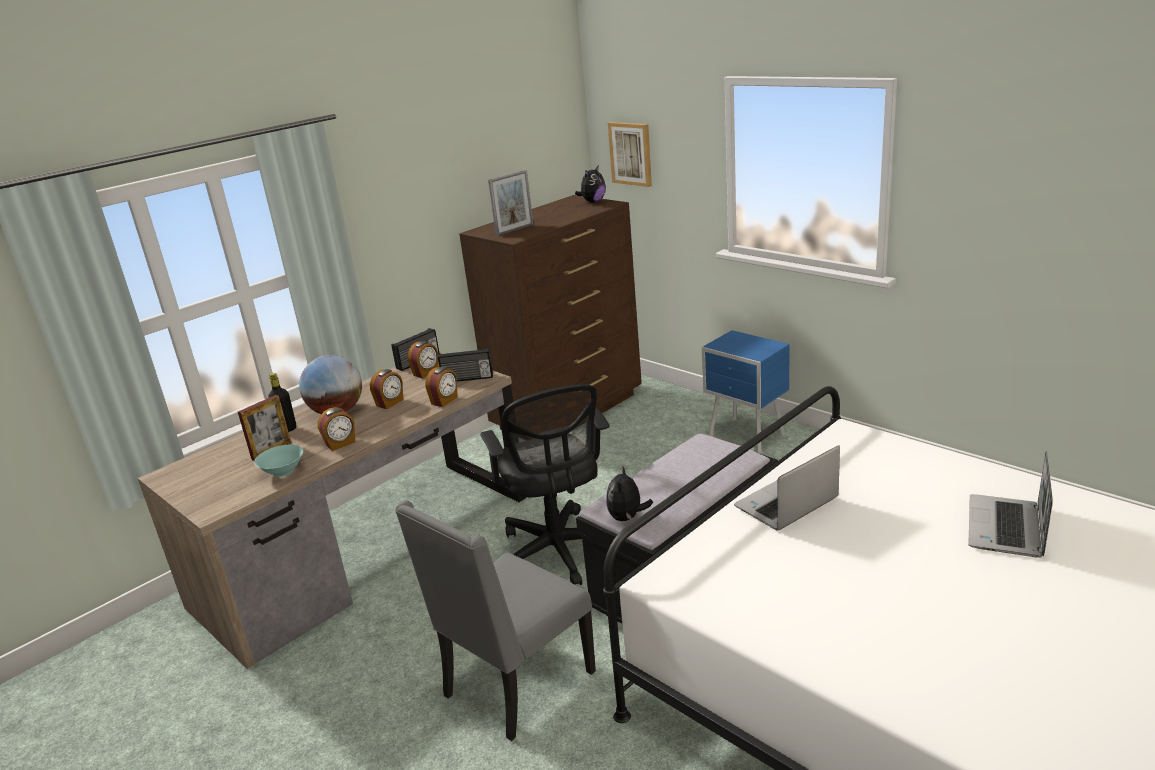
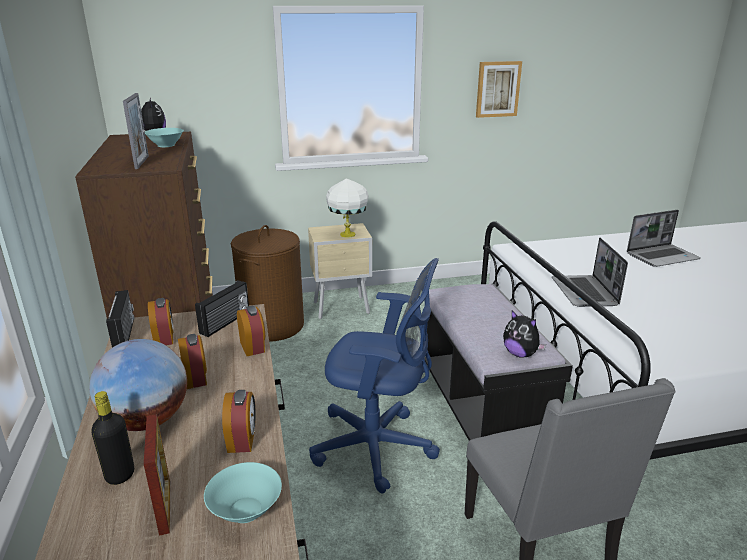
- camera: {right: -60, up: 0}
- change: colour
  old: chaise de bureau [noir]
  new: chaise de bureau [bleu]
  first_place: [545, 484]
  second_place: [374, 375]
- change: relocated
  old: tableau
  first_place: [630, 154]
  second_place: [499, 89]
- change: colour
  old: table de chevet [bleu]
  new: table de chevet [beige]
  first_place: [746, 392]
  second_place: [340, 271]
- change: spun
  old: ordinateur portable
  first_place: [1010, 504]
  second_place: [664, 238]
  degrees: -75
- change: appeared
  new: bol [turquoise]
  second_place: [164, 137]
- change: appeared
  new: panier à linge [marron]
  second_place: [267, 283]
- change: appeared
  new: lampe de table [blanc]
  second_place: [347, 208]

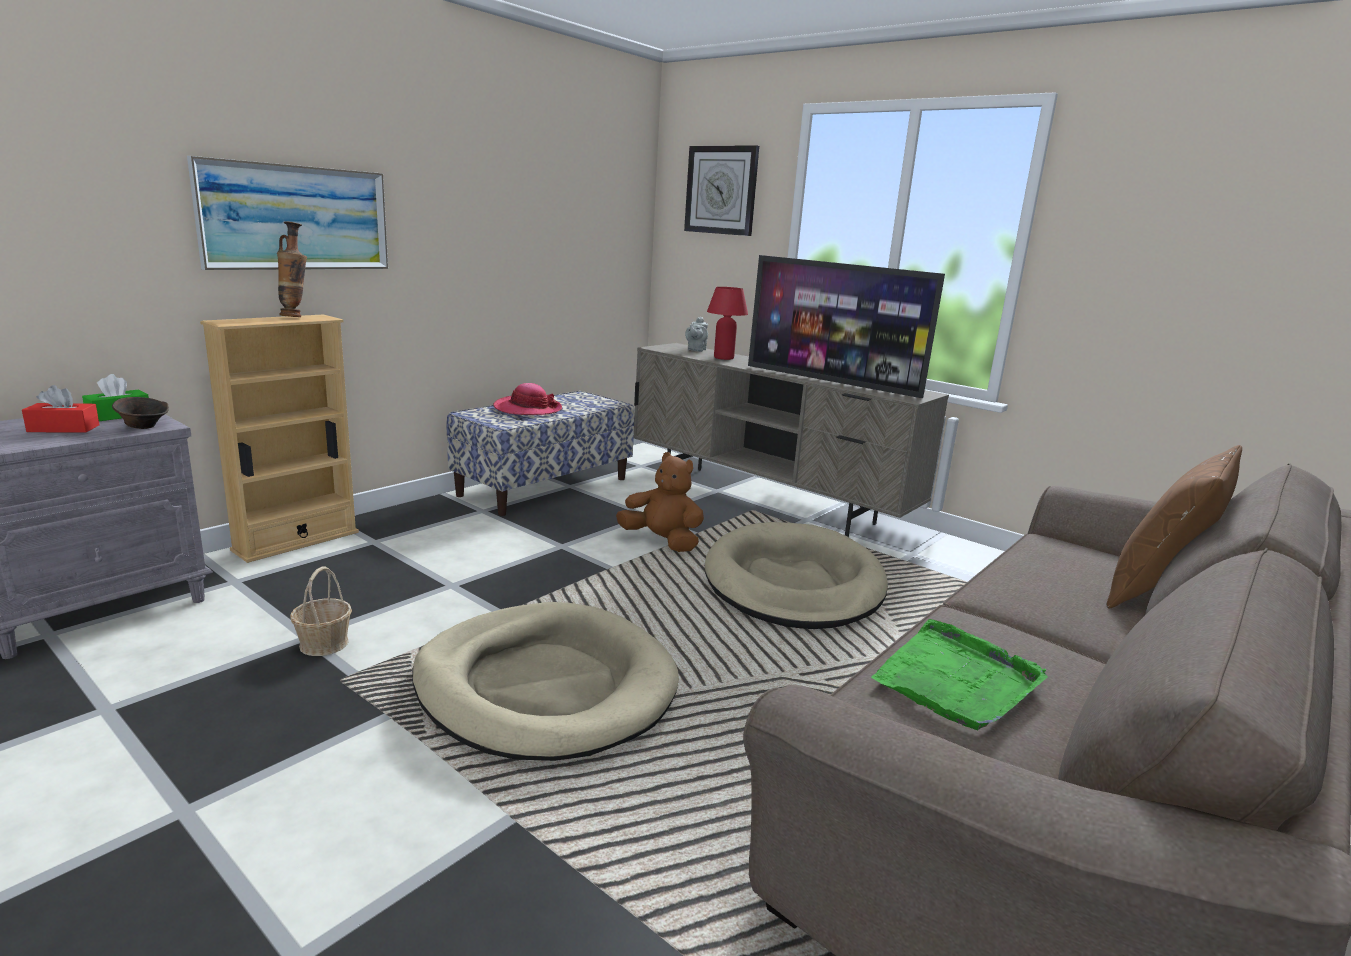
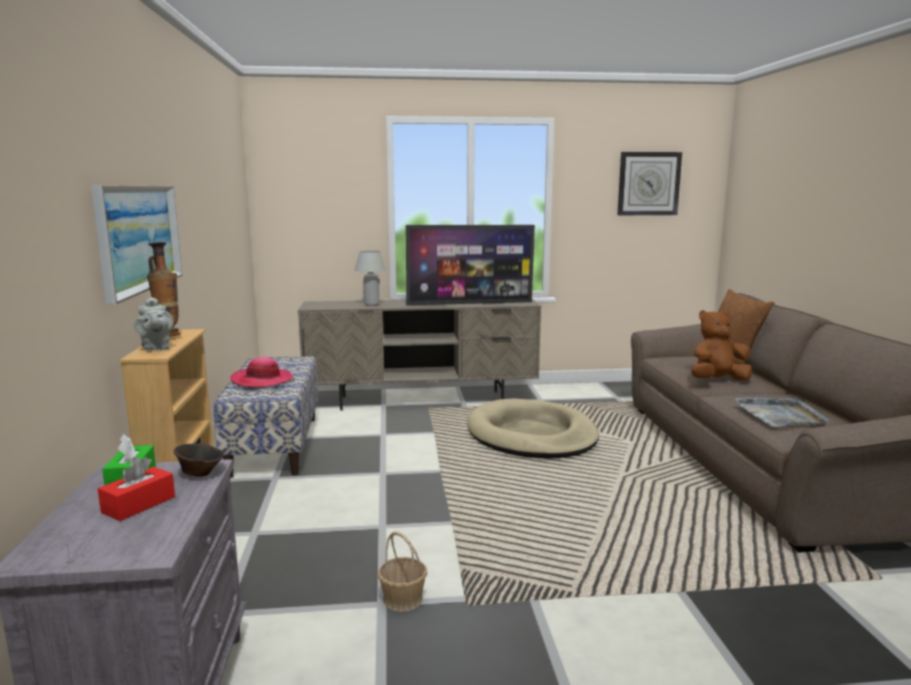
- camera: {right: -45, up: -5}
- change: missing
  old: panier pour chien [beige]
  first_place: [546, 681]
- change: relocated
  old: peluche [marron]
  first_place: [660, 502]
  second_place: [721, 345]
- change: relocated
  old: horloge murale
  first_place: [721, 190]
  second_place: [650, 183]
- change: relocated
  old: théière [gris]
  first_place: [696, 334]
  second_place: [153, 323]
- change: colour
  old: lampe de table [rouge]
  new: lampe de table [blanc]
  first_place: [727, 323]
  second_place: [370, 278]
- change: colour
  old: plateau [vert]
  new: plateau [gris]
  first_place: [959, 675]
  second_place: [782, 412]

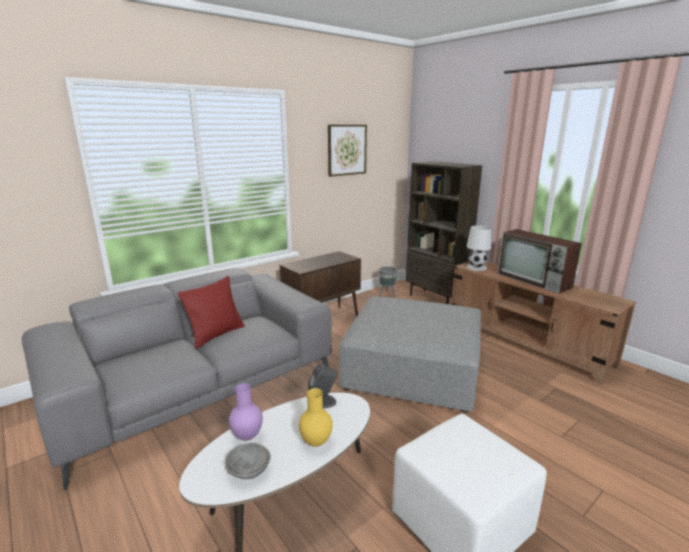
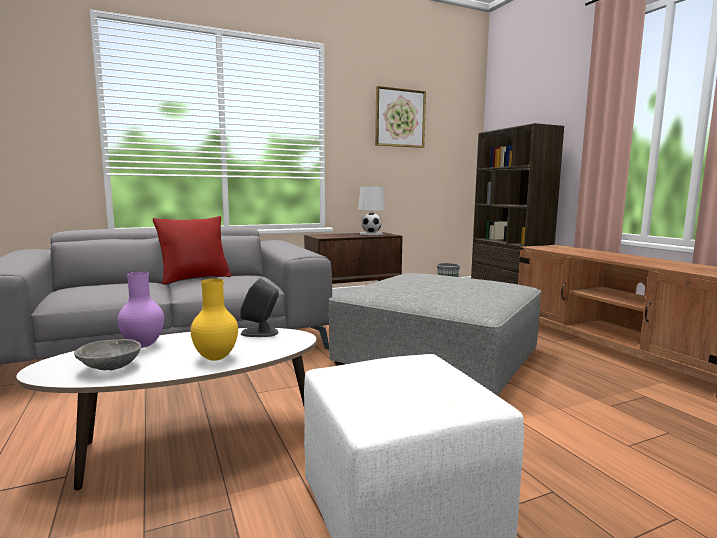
- camera: {right: 15, up: -10}
- change: relocated
  old: lampe de table [blanc]
  first_place: [478, 248]
  second_place: [371, 211]
- change: missing
  old: téléviseur
  first_place: [539, 261]

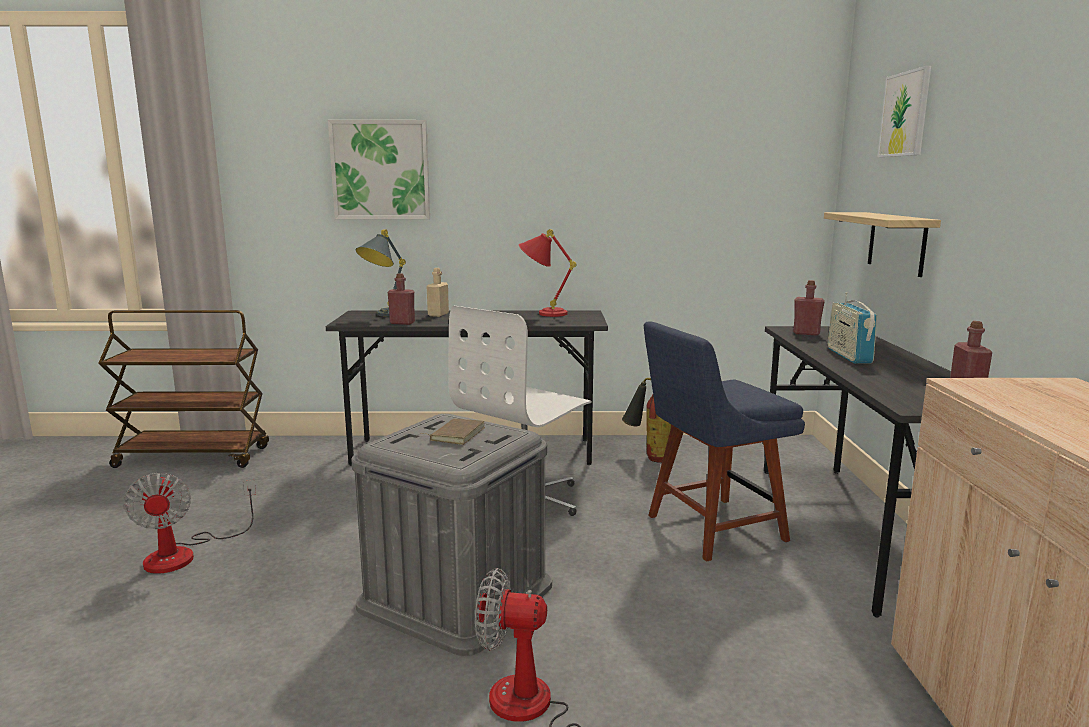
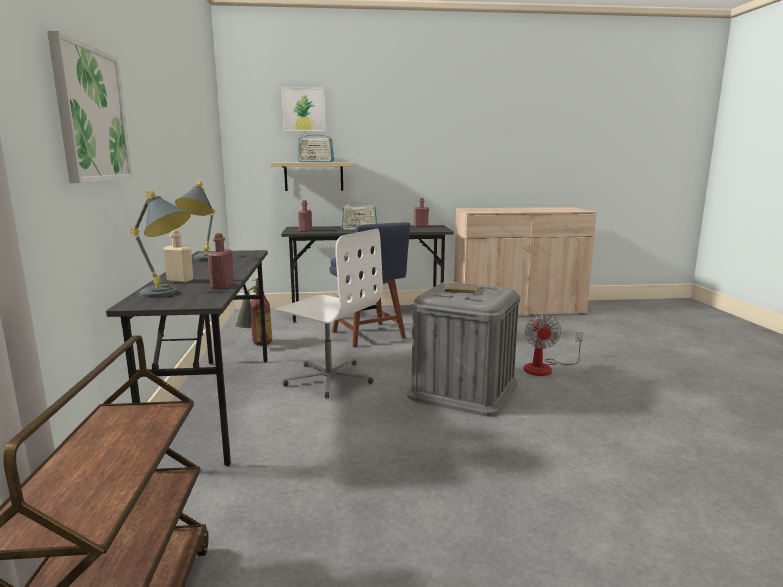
- camera: {right: -95, up: 0}
- change: missing
  old: ventilateur
  first_place: [189, 523]
- change: colour
  old: lampe de table [rouge]
  new: lampe de table [gris]
  first_place: [548, 273]
  second_place: [195, 221]
- change: appeared
  new: radio
  second_place: [316, 148]

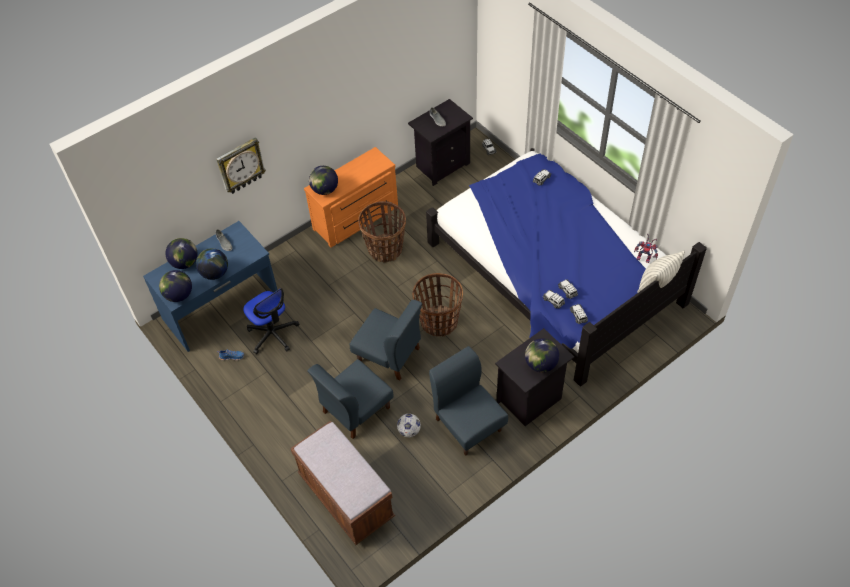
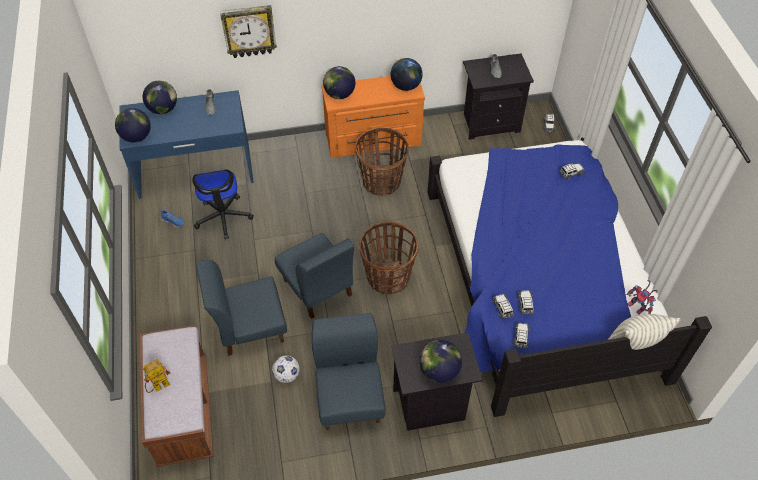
- camera: {right: 25, up: 0}
- change: relocated
  old: globe
  first_place: [212, 264]
  second_place: [407, 74]
- change: appeared
  new: robot jouet
  second_place: [157, 376]

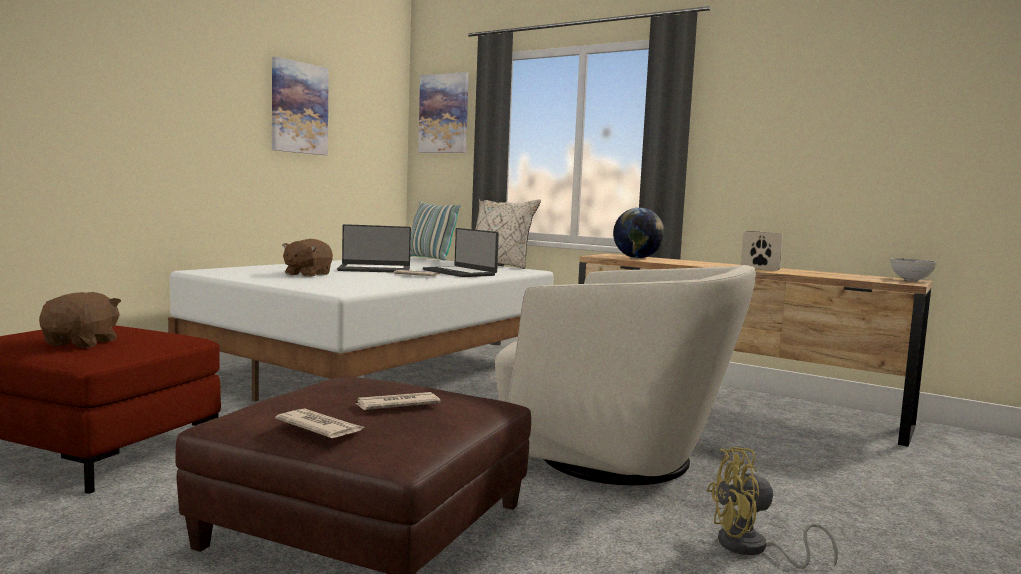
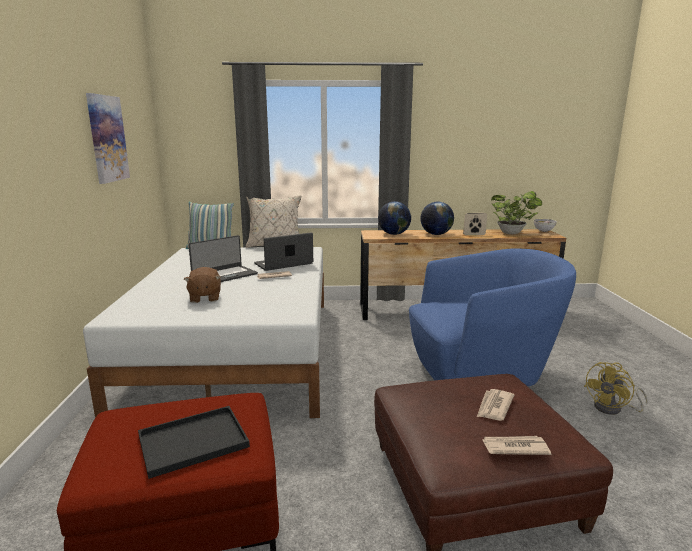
- camera: {right: -35, up: 10}
- change: exchanged
  old: peluche [marron]
  new: plateau [noir]
  first_place: [80, 320]
  second_place: [194, 442]
- change: missing
  old: tableau
  first_place: [443, 112]
- change: spun
  old: ordinateur portable
  first_place: [461, 252]
  second_place: [283, 251]
  degrees: 135
- change: colour
  old: fauteuil [beige]
  new: fauteuil [bleu]
  first_place: [625, 375]
  second_place: [492, 317]
- change: appeared
  new: globe
  second_place: [437, 218]
- change: appeared
  new: plante en pot
  second_place: [516, 212]

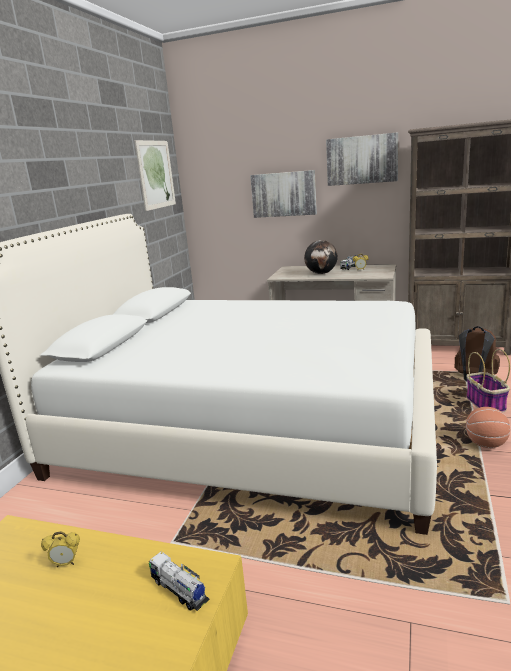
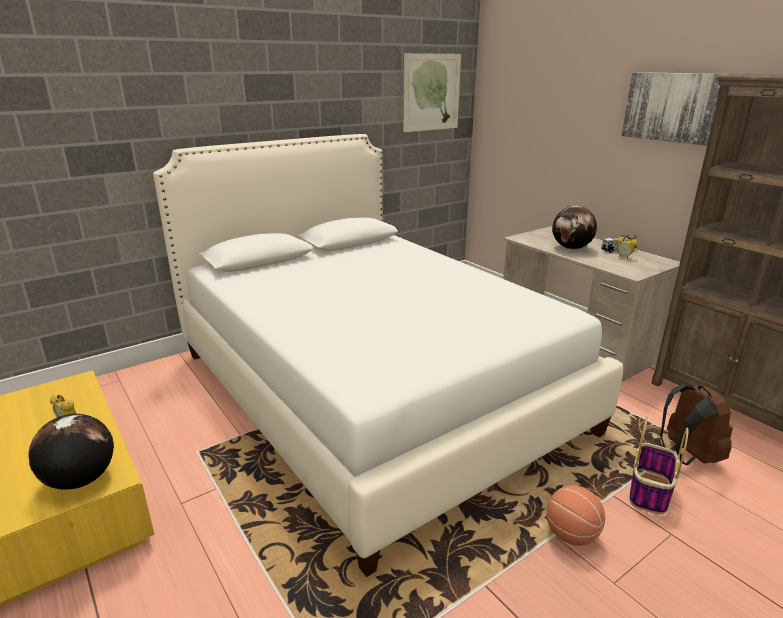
- camera: {right: 35, up: 5}
- change: exchanged
  old: camion jouet
  new: globe
  first_place: [179, 581]
  second_place: [71, 452]
- change: missing
  old: tableau
  first_place: [283, 194]

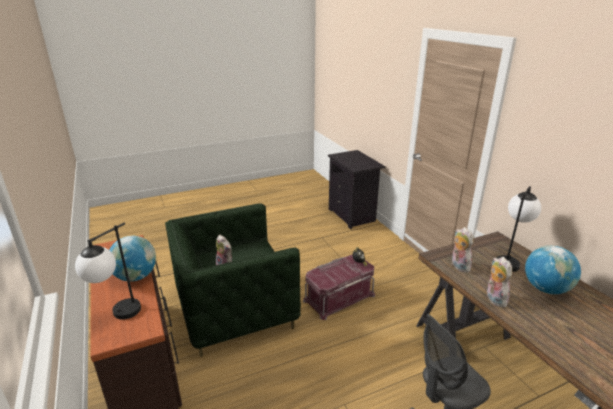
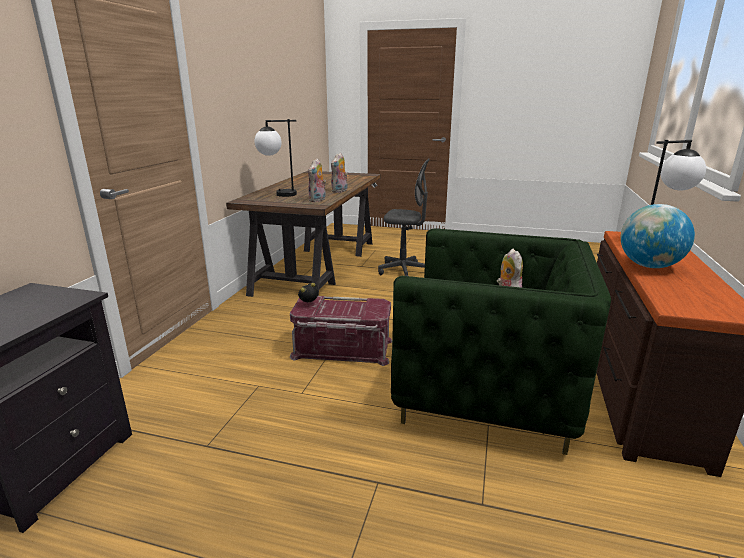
- camera: {right: -140, up: -5}
- change: missing
  old: globe
  first_place: [553, 269]

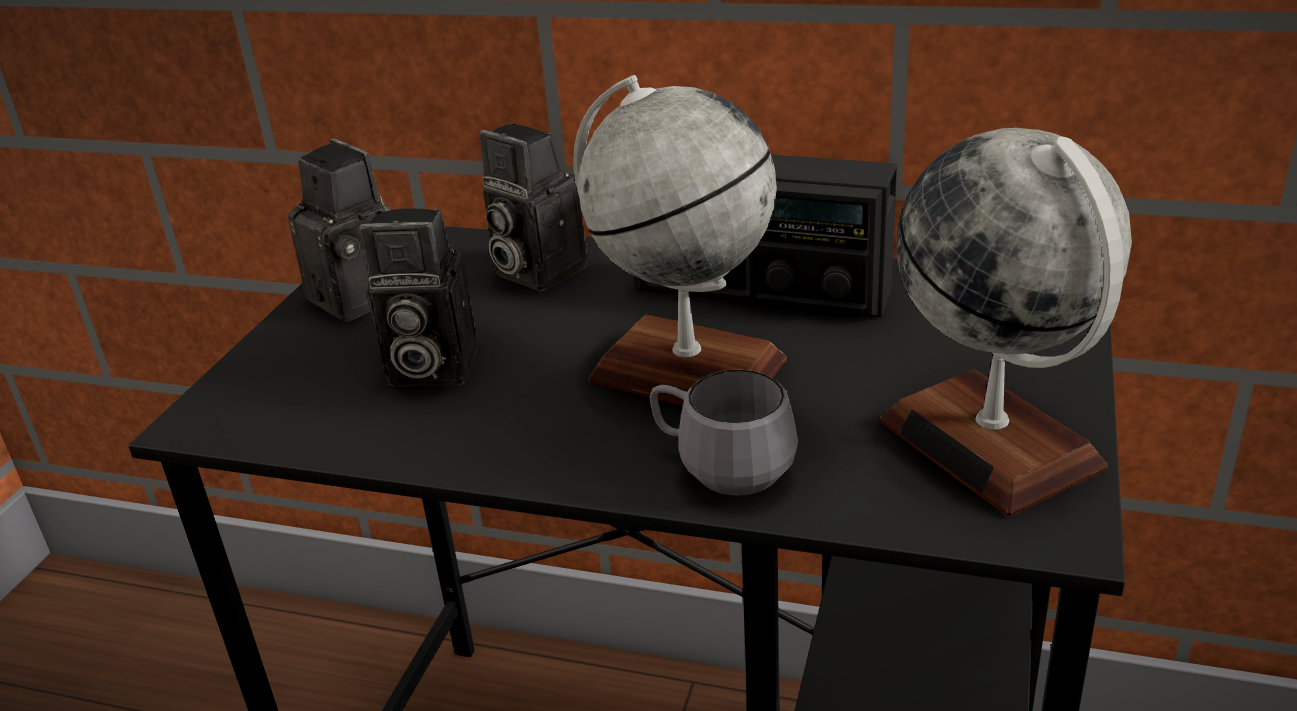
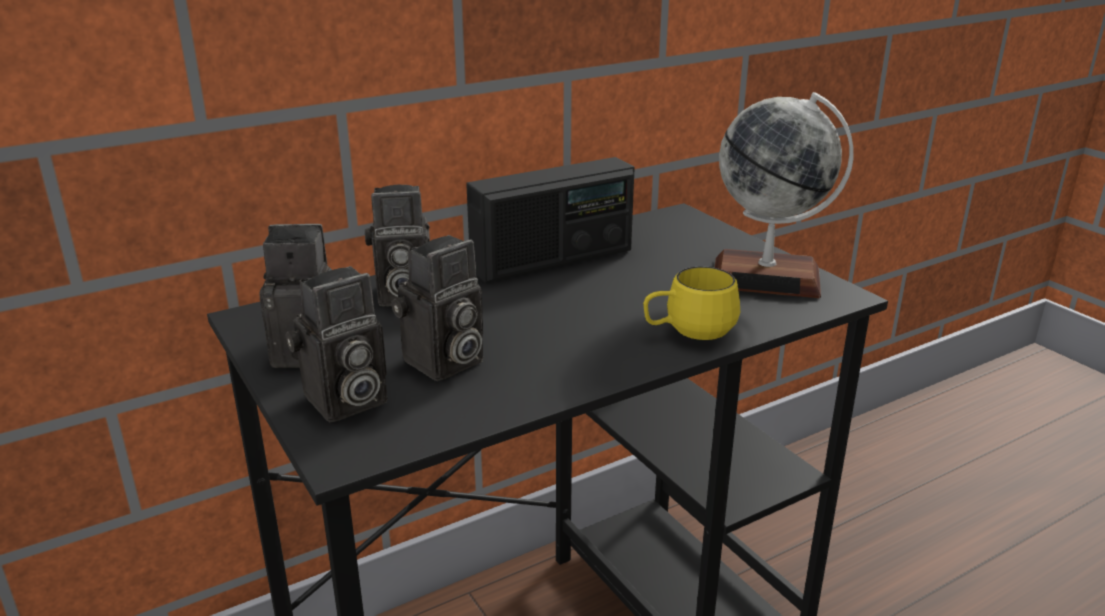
- camera: {right: -50, up: -5}
- change: missing
  old: globe
  first_place: [680, 240]
- change: colour
  old: mug [gris]
  new: mug [jaune]
  first_place: [723, 432]
  second_place: [691, 303]
- change: appeared
  new: appareil photo
  second_place: [336, 344]

